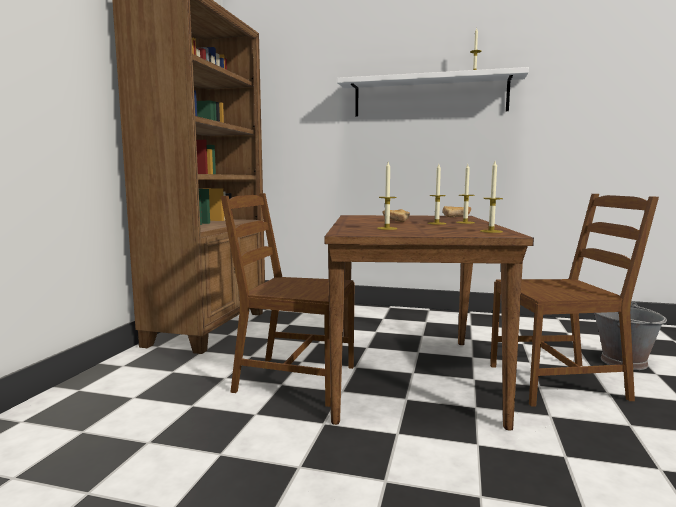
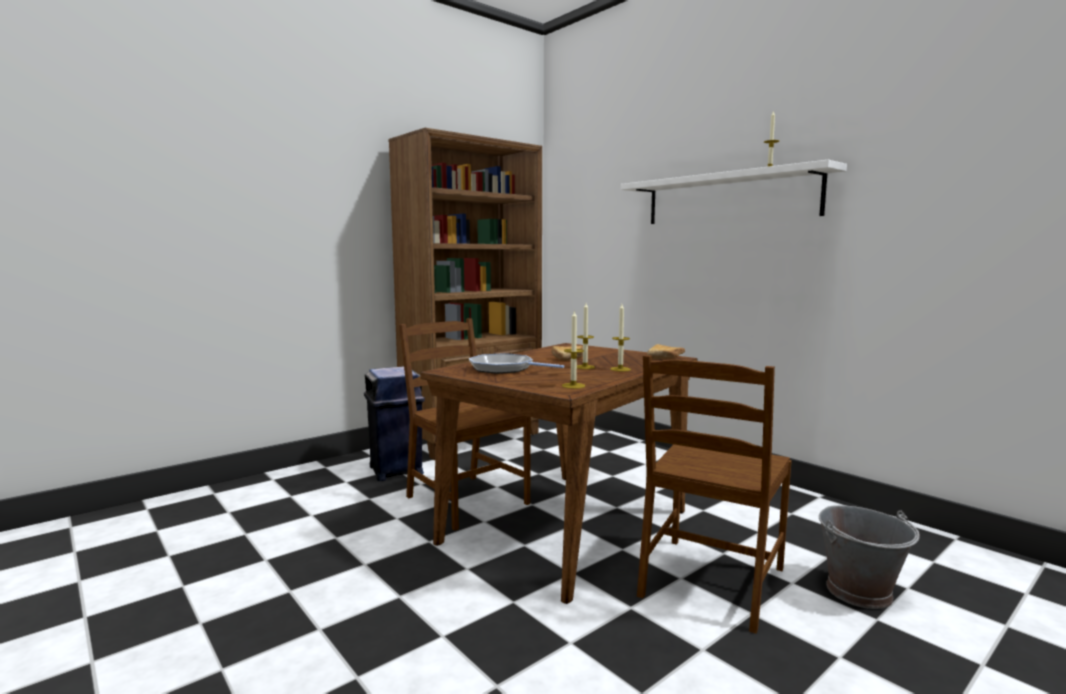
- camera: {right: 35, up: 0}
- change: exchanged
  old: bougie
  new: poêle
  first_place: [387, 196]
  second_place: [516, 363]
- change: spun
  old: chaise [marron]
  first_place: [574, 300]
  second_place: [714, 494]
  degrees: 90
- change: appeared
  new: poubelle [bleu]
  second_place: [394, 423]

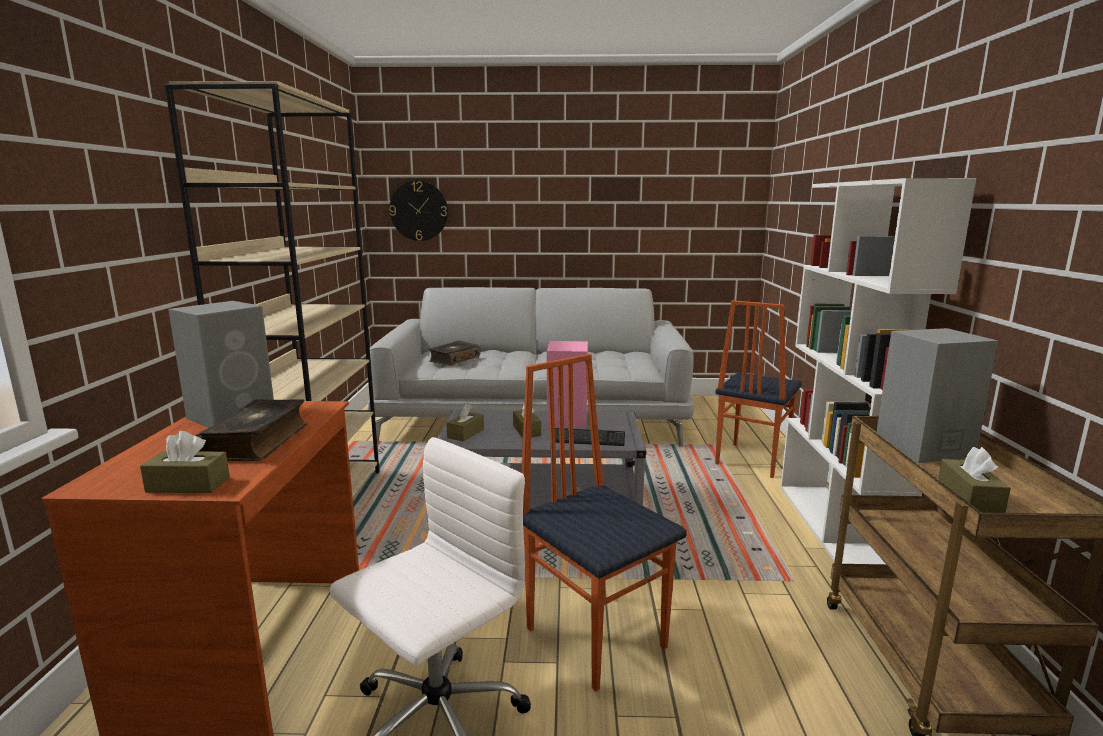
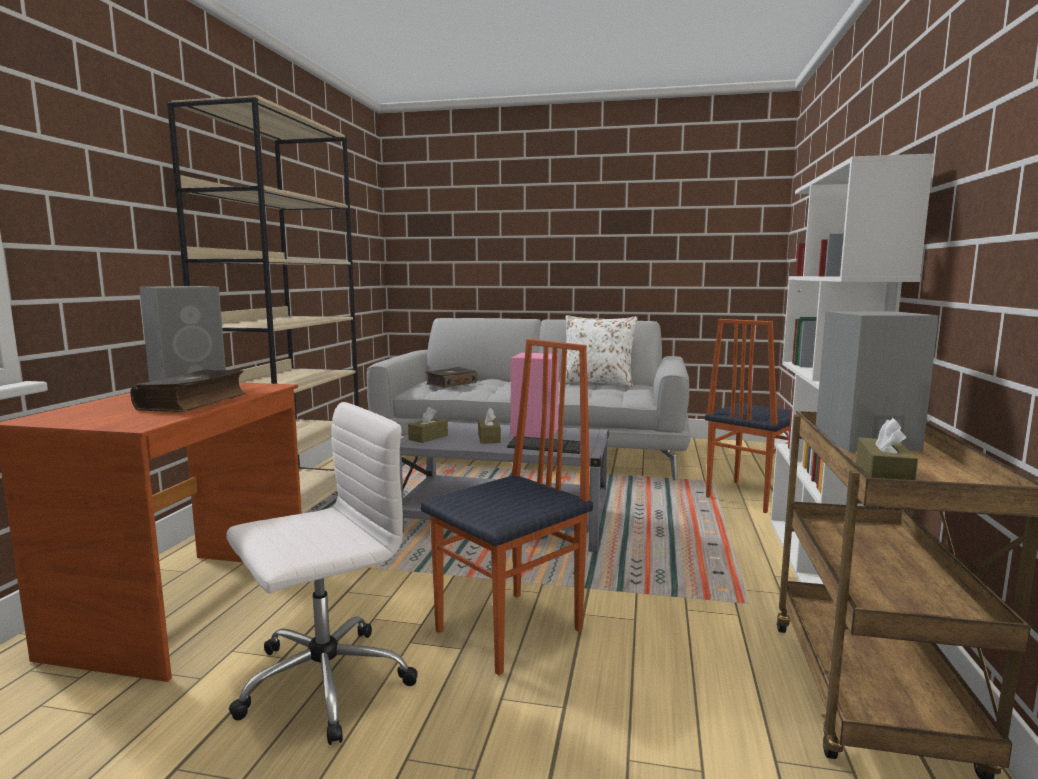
- camera: {right: 10, up: -5}
- change: missing
  old: boîte à mouchoirs [marron]
  first_place: [185, 462]
- change: missing
  old: horloge murale
  first_place: [418, 210]
- change: spun
  old: chaise
  first_place: [604, 523]
  second_place: [506, 507]
  degrees: 75
- change: appeared
  new: coussin [blanc]
  second_place: [598, 351]

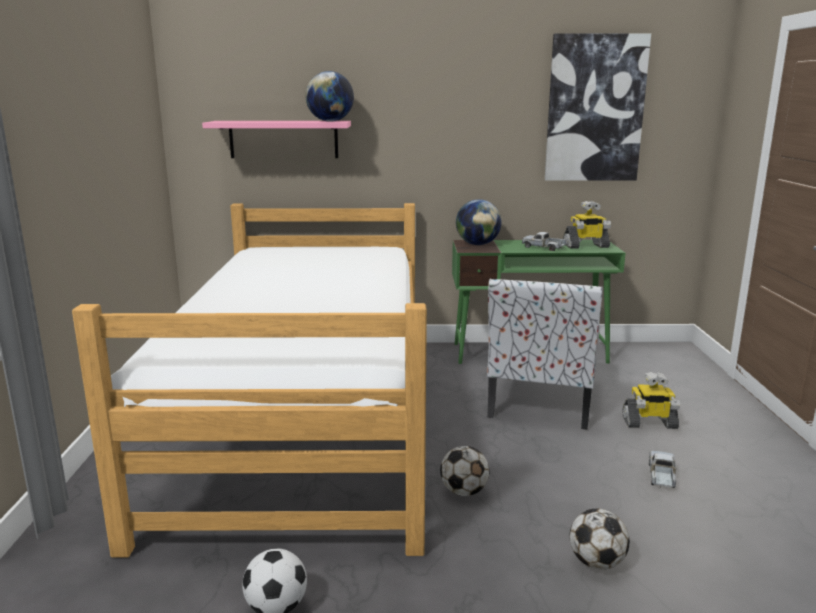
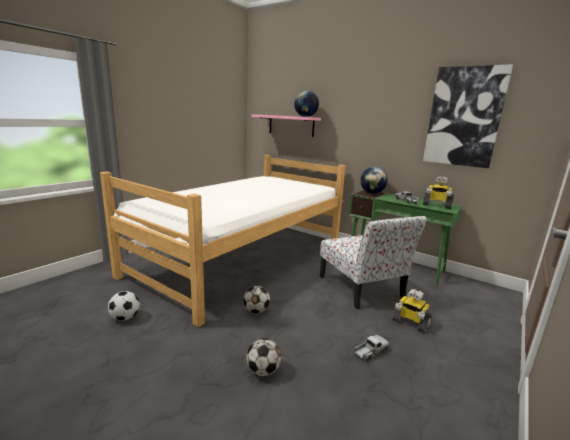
- camera: {right: 35, up: 0}
- change: spun
  old: chaise
  first_place: [545, 354]
  second_place: [373, 263]
  degrees: -75

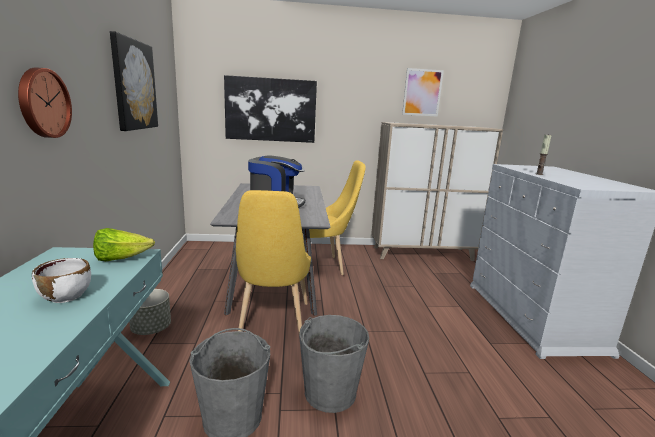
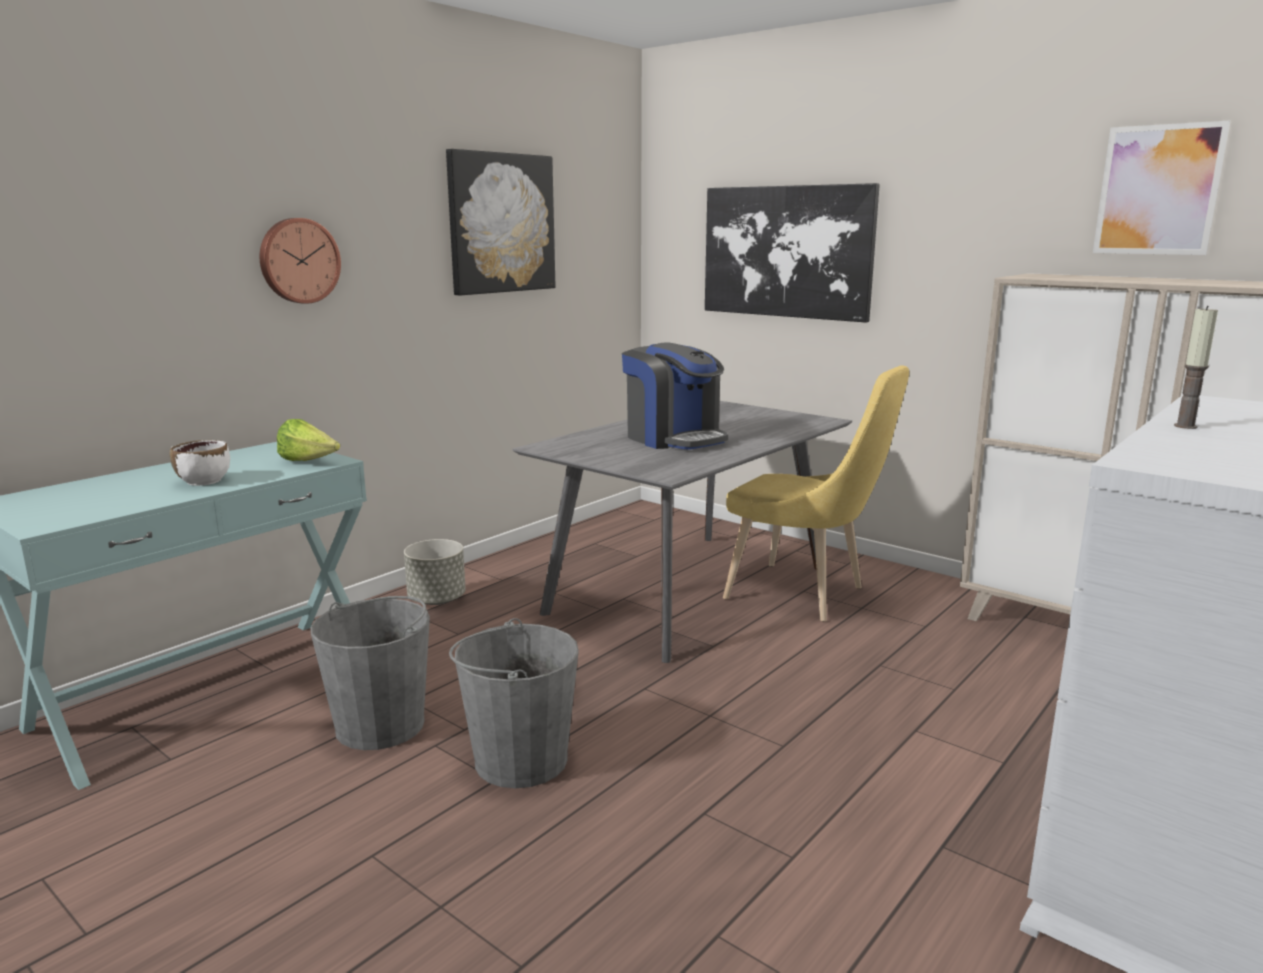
- camera: {right: 45, up: 0}
- change: missing
  old: chaise [jaune]
  first_place: [273, 261]

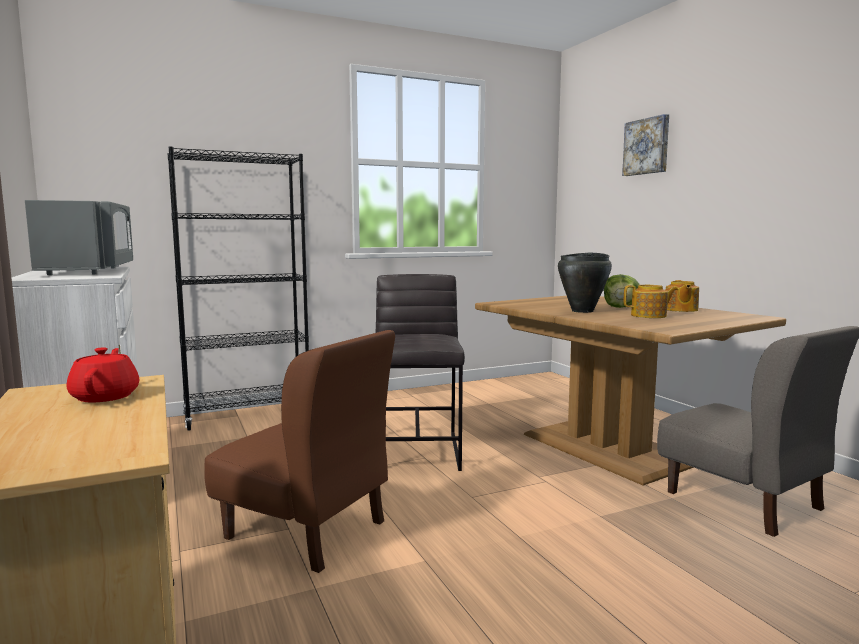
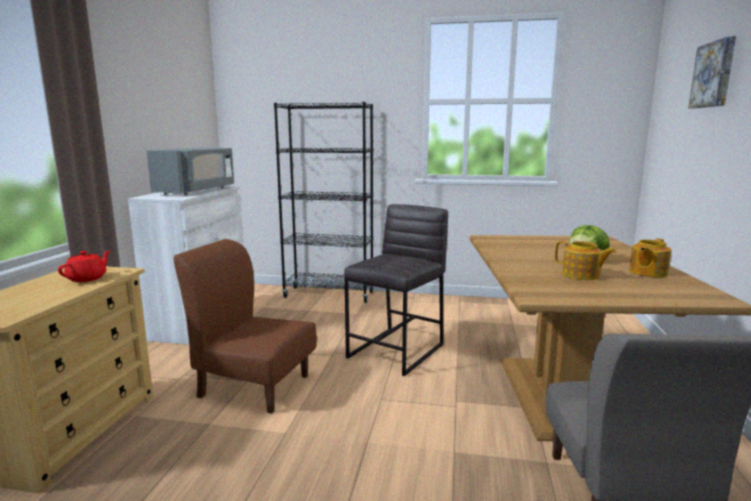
- camera: {right: 35, up: 5}
- change: spun
  old: chaise [marron]
  first_place: [300, 451]
  second_place: [245, 326]
  degrees: 135
- change: missing
  old: marmite [noir]
  first_place: [585, 282]

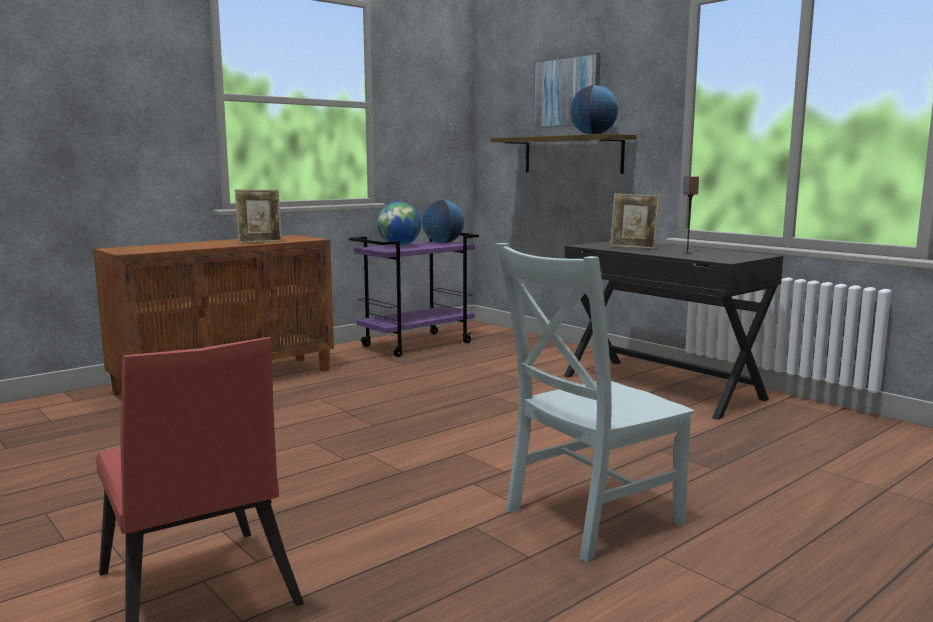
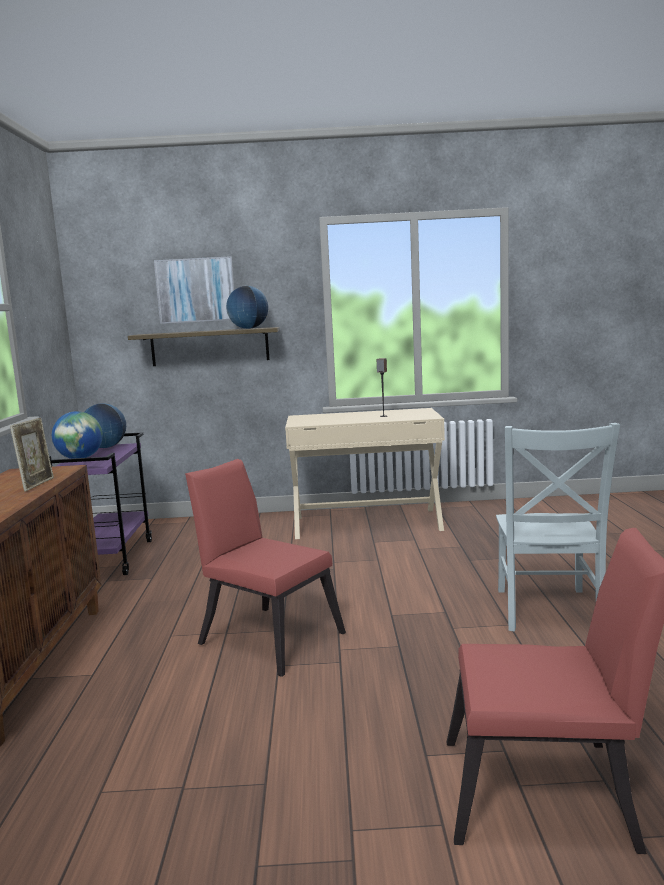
- camera: {right: -50, up: 0}
- change: colour
  old: bureau [noir]
  new: bureau [beige]
  first_place: [673, 330]
  second_place: [365, 473]
- change: missing
  old: cadre photo
  first_place: [635, 221]
- change: appeared
  new: chaise [rouge]
  second_place: [265, 568]

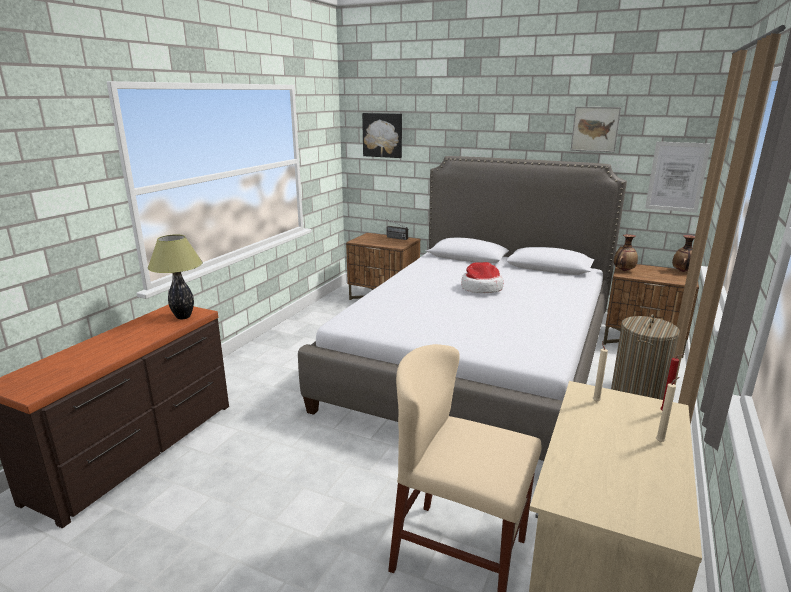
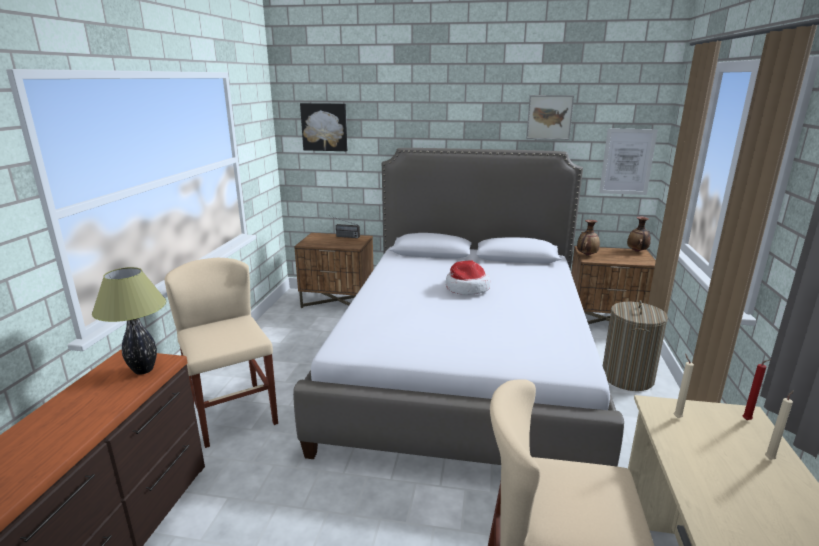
- camera: {right: -15, up: 0}
- change: appeared
  new: chaise [beige]
  second_place: [221, 353]

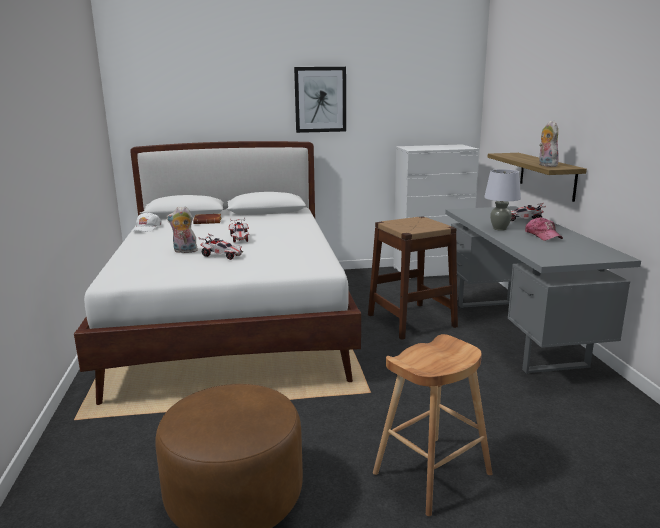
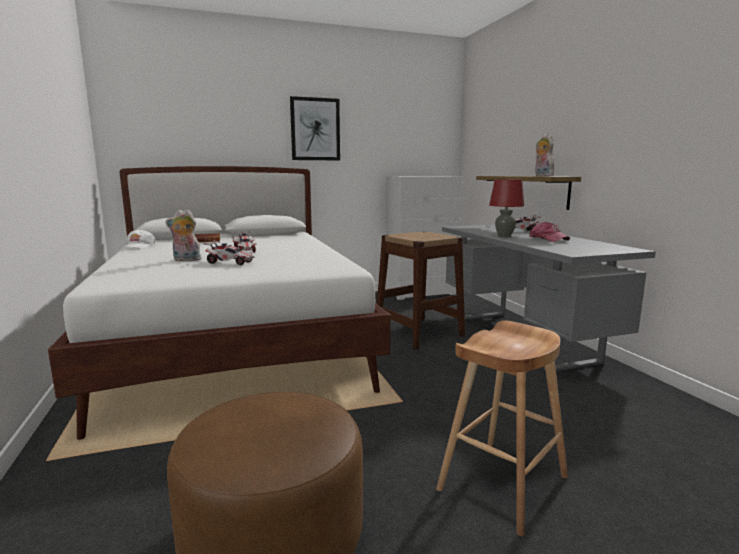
- camera: {right: -10, up: -5}
- change: colour
  old: lampe de table [gris]
  new: lampe de table [rouge]
  first_place: [502, 200]
  second_place: [506, 208]

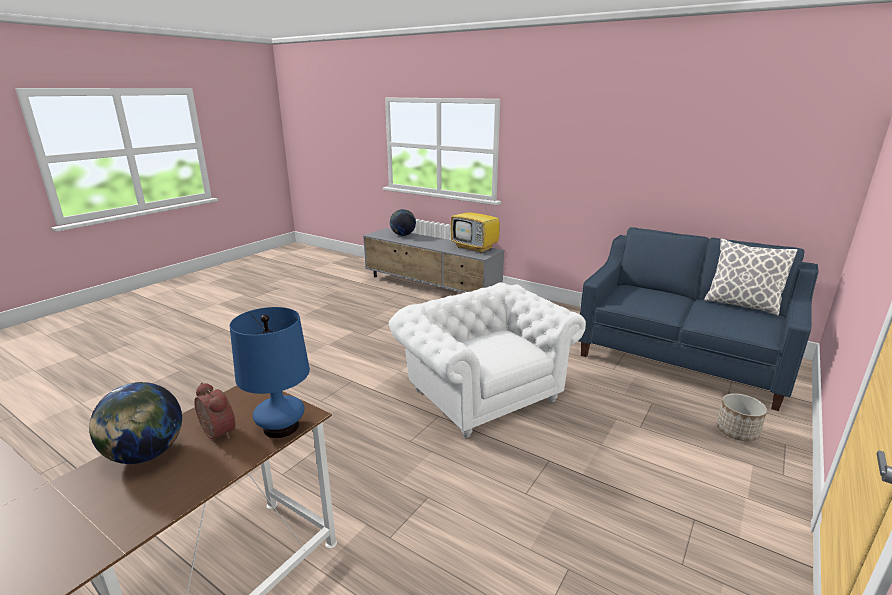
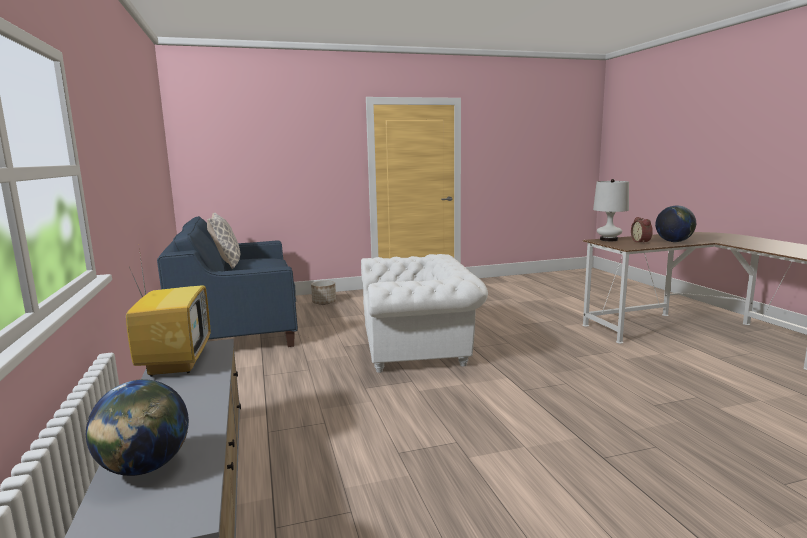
- camera: {right: -140, up: -10}
- change: colour
  old: lampe de table [bleu]
  new: lampe de table [blanc]
  first_place: [270, 372]
  second_place: [611, 210]
- change: spun
  old: fauteuil [blanc]
  first_place: [487, 360]
  second_place: [424, 313]
  degrees: -105

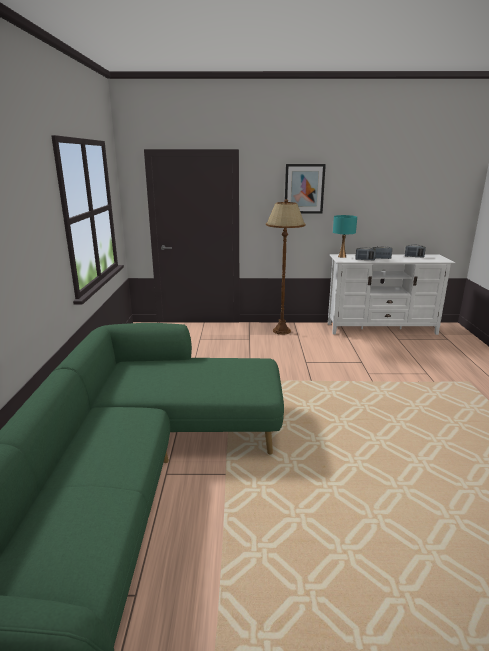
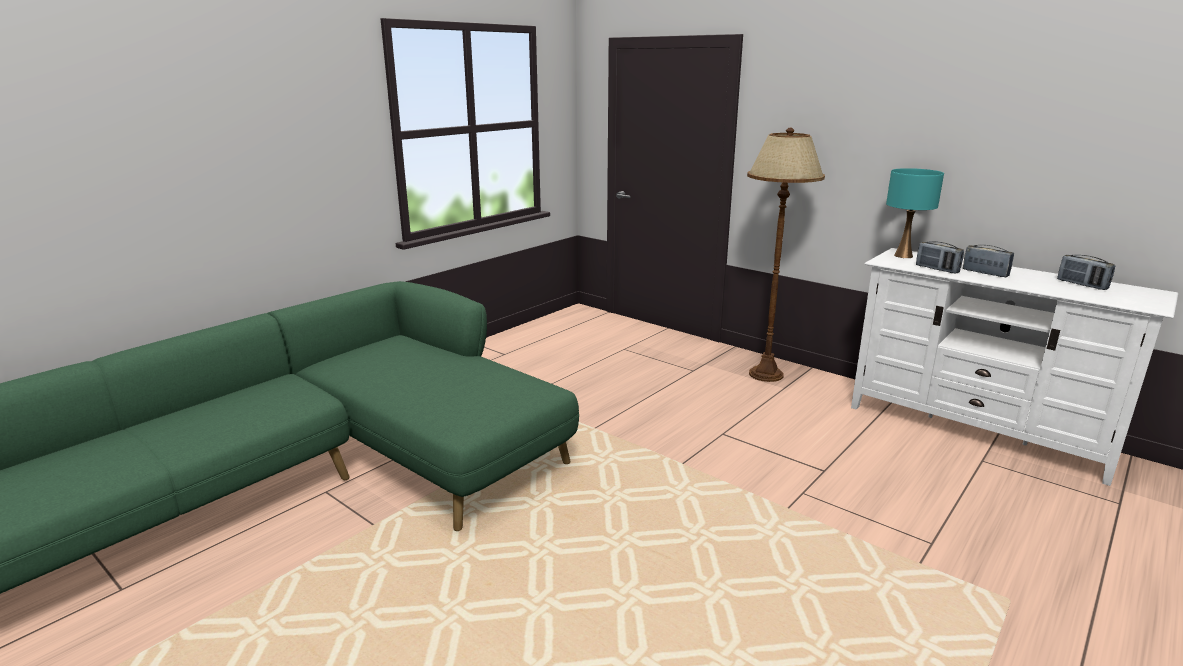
- camera: {right: 40, up: 0}
- change: missing
  old: tableau
  first_place: [305, 188]

